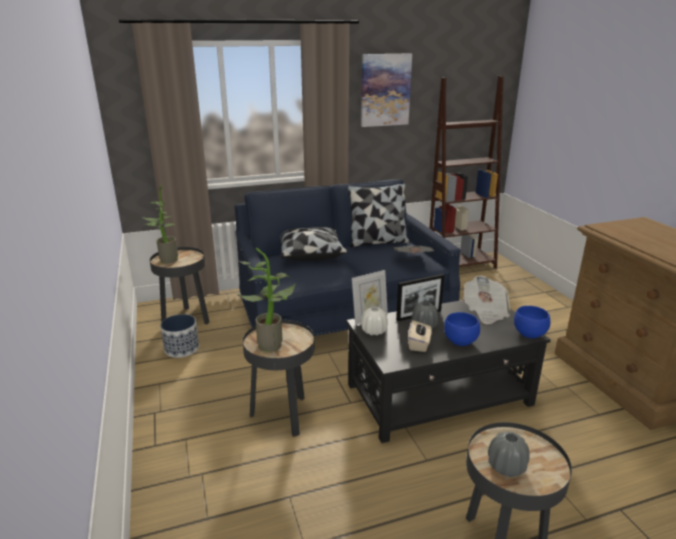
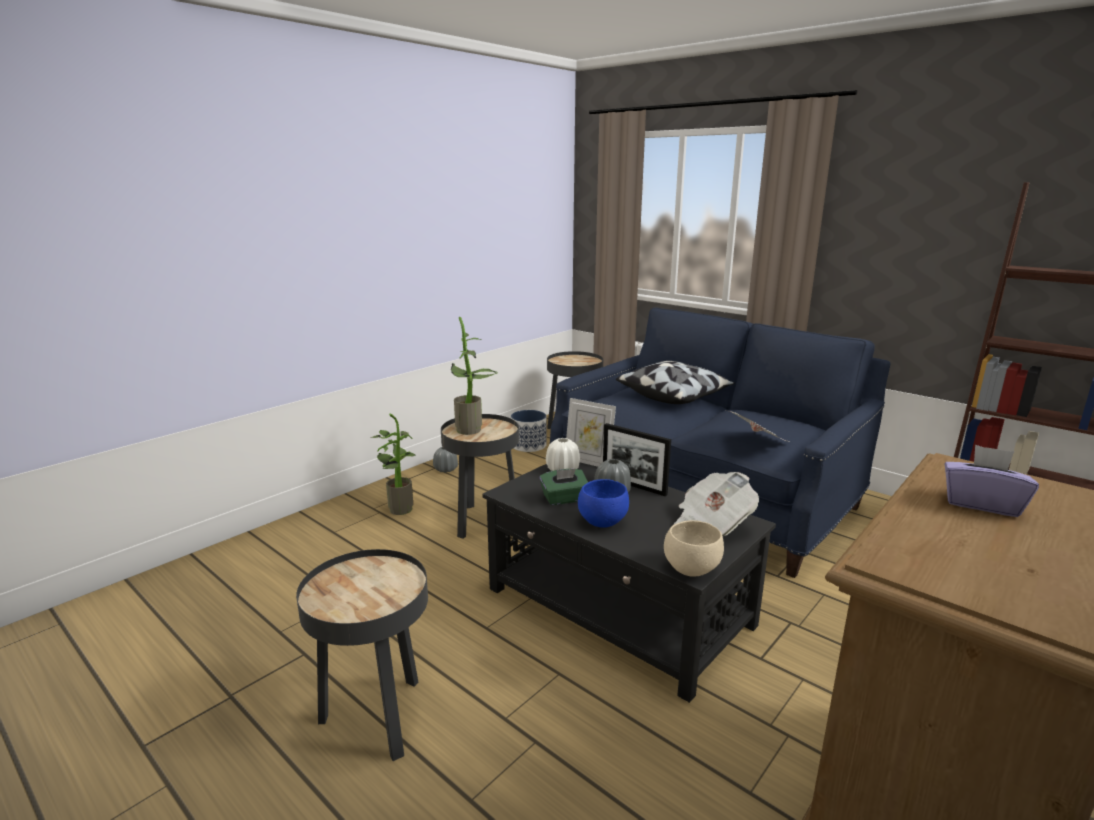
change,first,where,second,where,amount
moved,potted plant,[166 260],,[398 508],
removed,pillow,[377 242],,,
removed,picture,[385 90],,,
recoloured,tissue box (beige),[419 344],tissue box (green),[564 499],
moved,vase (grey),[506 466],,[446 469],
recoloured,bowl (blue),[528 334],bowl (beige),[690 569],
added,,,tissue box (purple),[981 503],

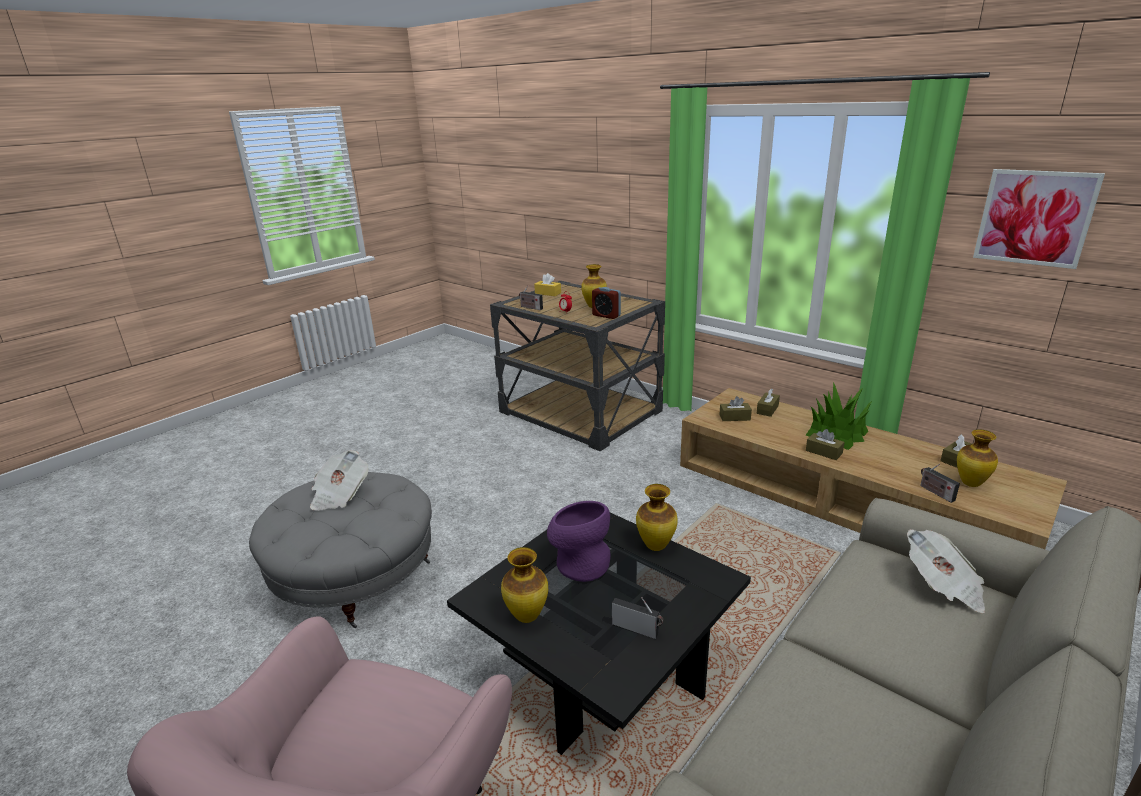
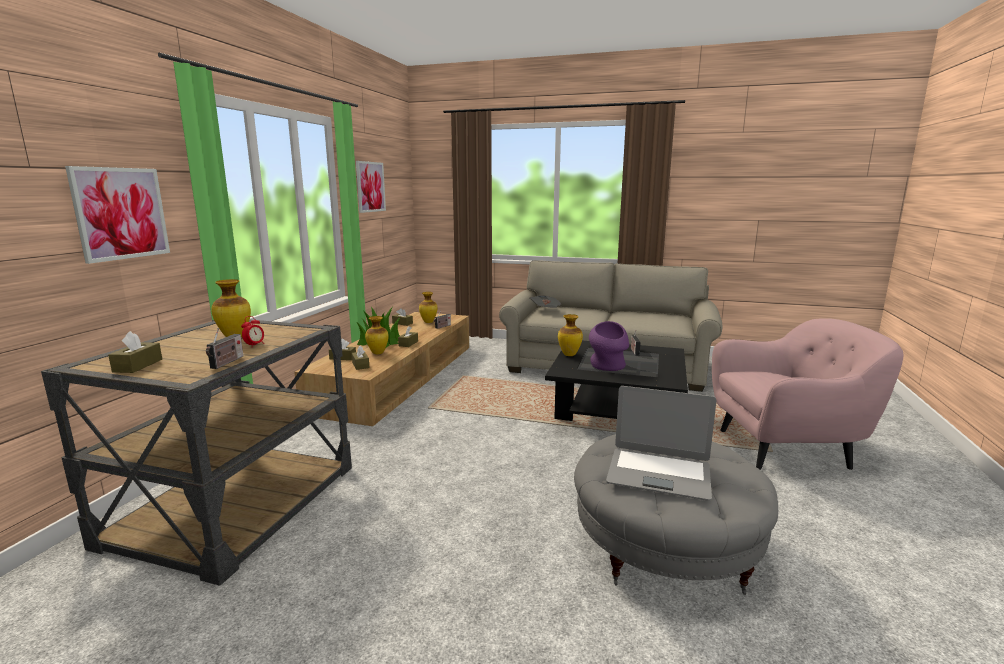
change,first,where,second,where,amount
replaced,newspaper,[340 495],laptop,[659 474],
moved,vase,[526 617],,[378 353],
recoloured,tissue box (yellow),[548 293],tissue box (brown),[138 365],
removed,alarm clock,[606 315],,,
added,,,picture,[121 213],

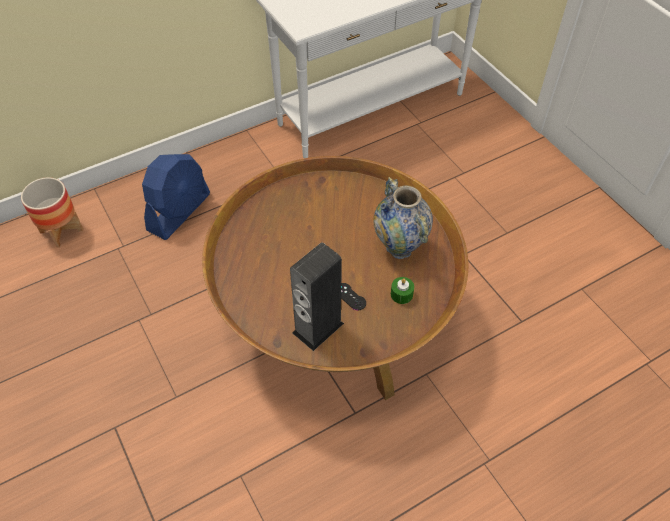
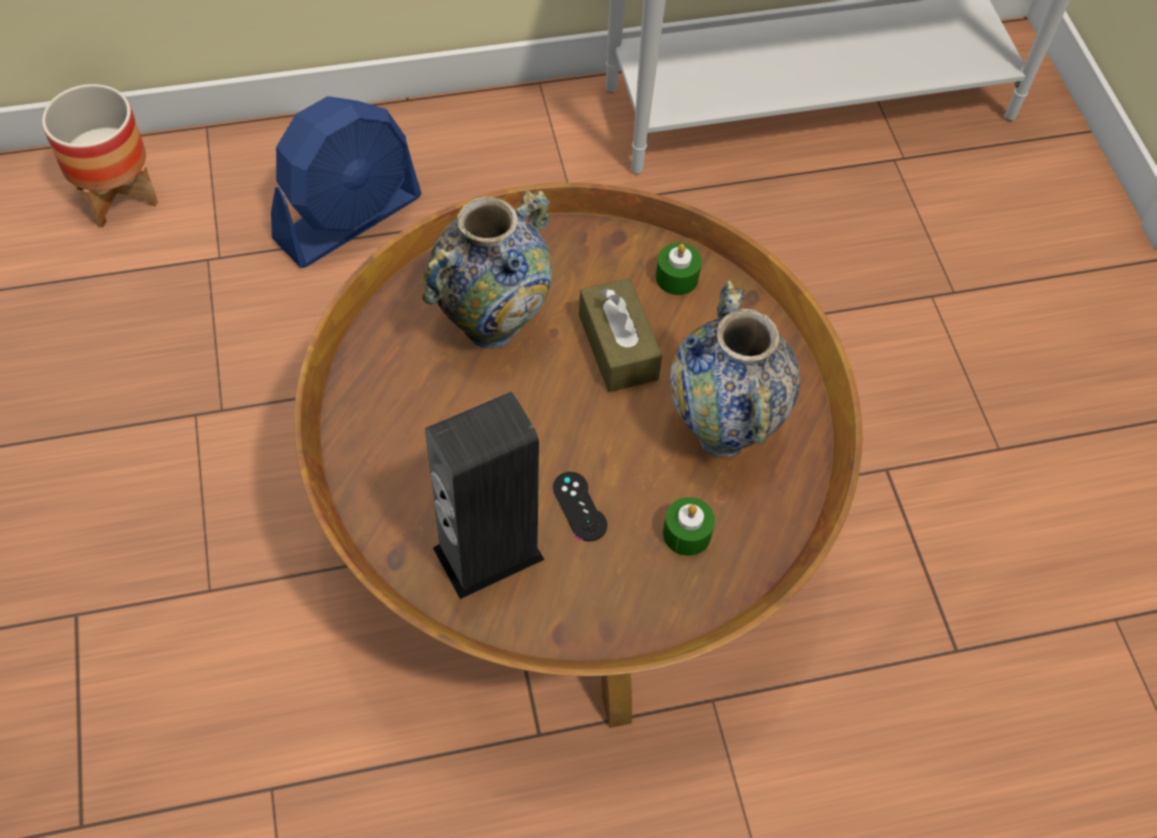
change,first,where,second,where,amount
added,,,vase,[492 325],
added,,,tissue box (brown),[618 347],
added,,,candle (green),[677 277],

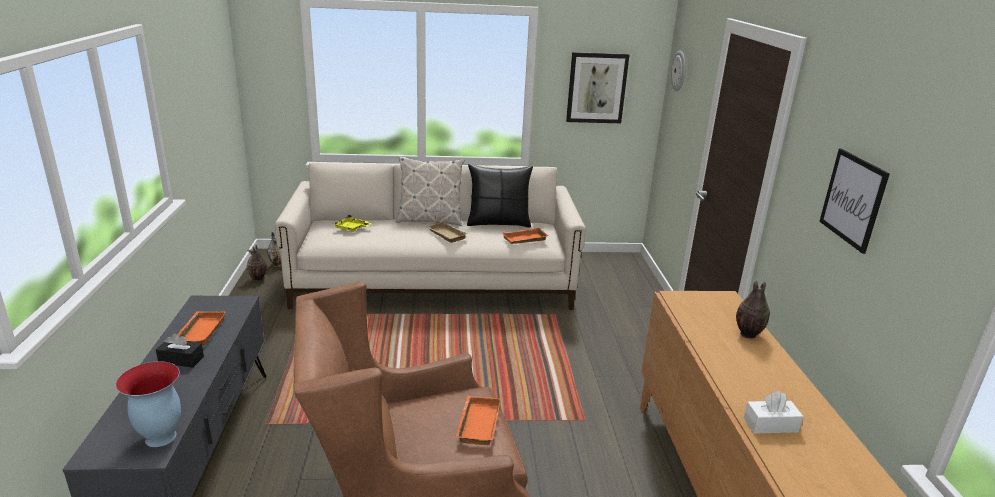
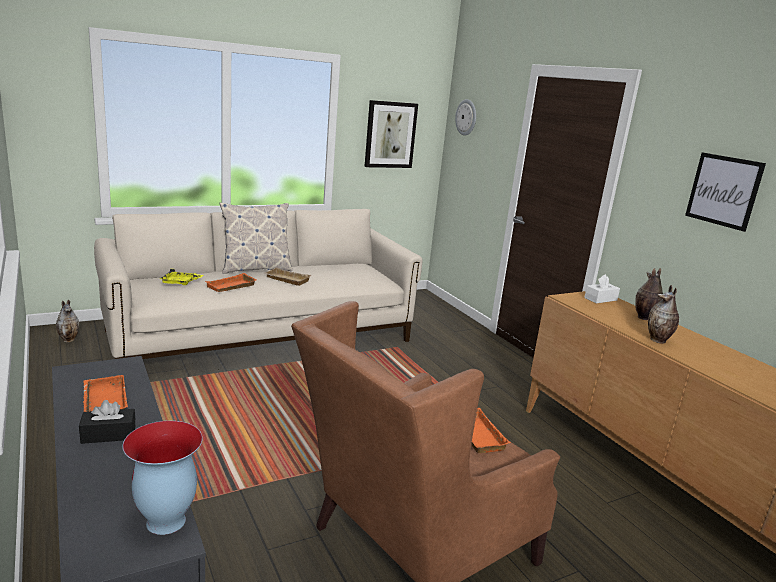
change,first,where,second,where,amount
moved,vase,[258 279],,[658 340],
removed,pillow (black),[498 223],,,
moved,tray (orange),[524 240],,[231 287],
moved,tissue box (white),[770 425],,[600 299],

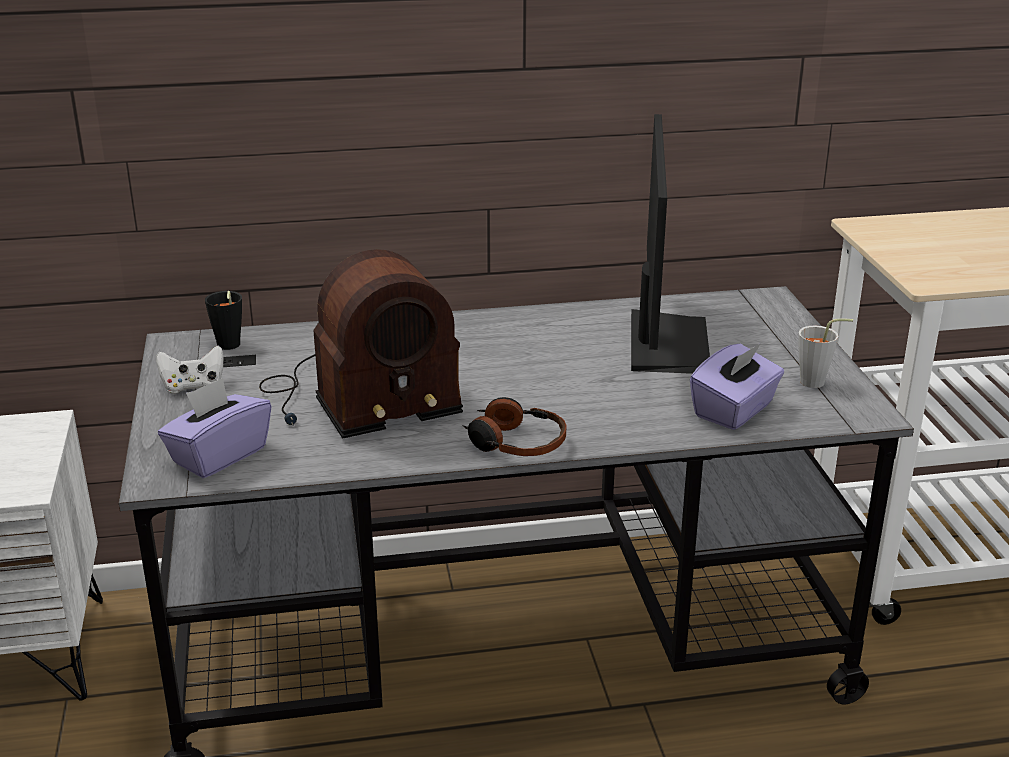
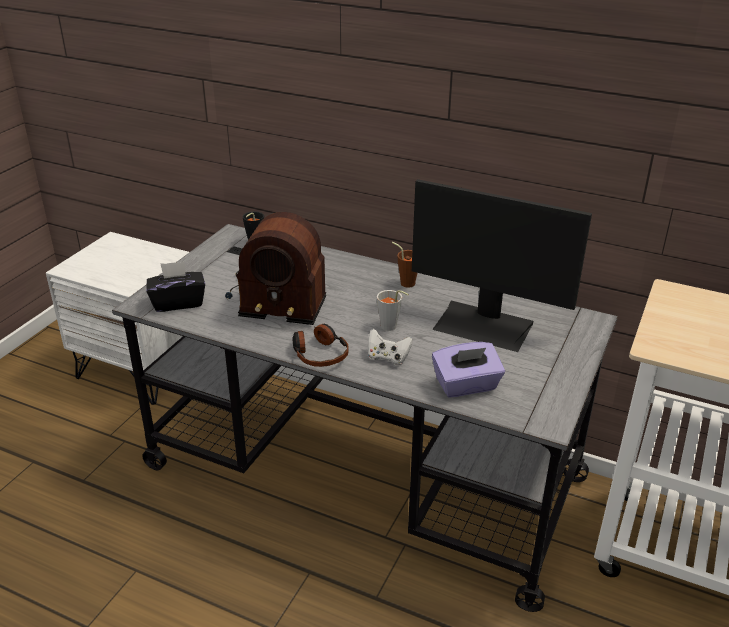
change,first,where,second,where,amount
moved,game controller (white),[193 386],,[388 358],
recoloured,tissue box (purple),[219 455],tissue box (black),[178 302],
turned,monitor,[665 342],,[484 325],75 degrees clockwise
moved,cup (grey),[818 382],,[391 327],
added,,,cup (brown),[405 282],

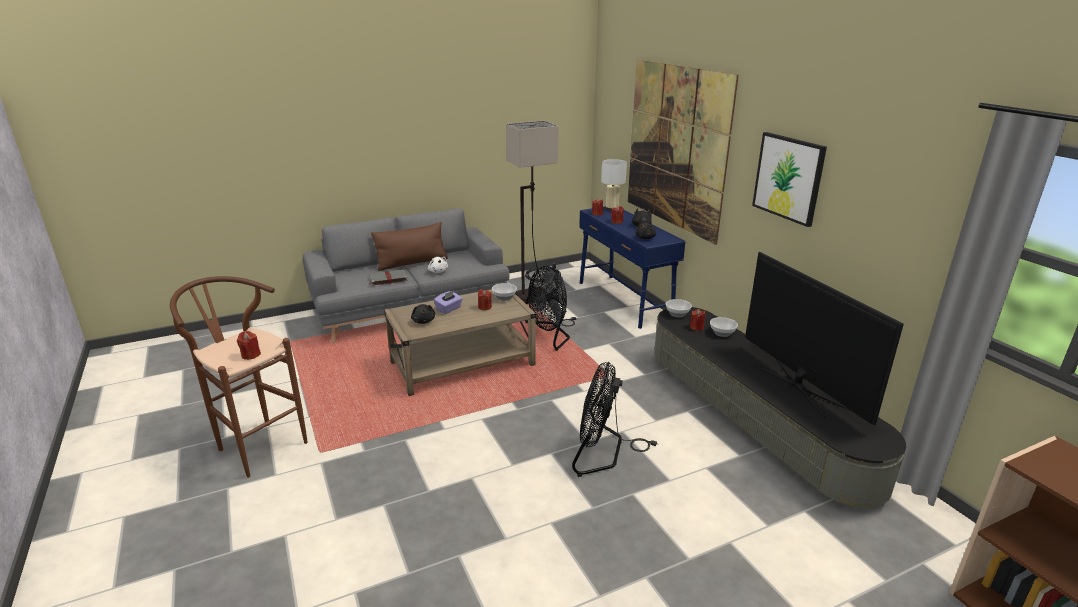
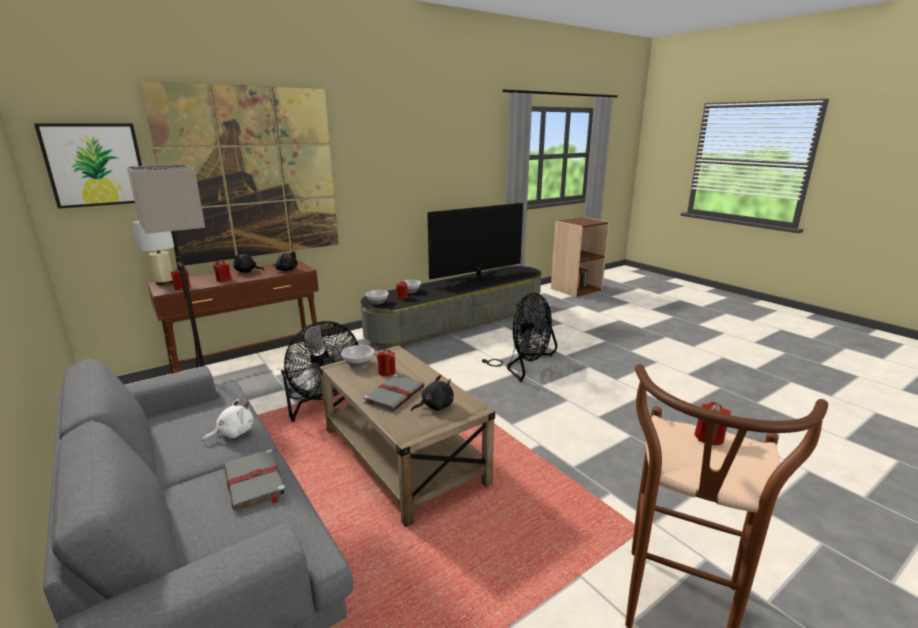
change,first,where,second,where,amount
removed,pillow (brown),[412 263],,,
replaced,tissue box (purple),[449 309],book (grey),[395 394],
turned,fan (black),[605 448],,[523 365],60 degrees counterclockwise
recoloured,console table (blue),[623 301],console table (brown),[250 366],
moved,picture,[788 178],,[95 165],

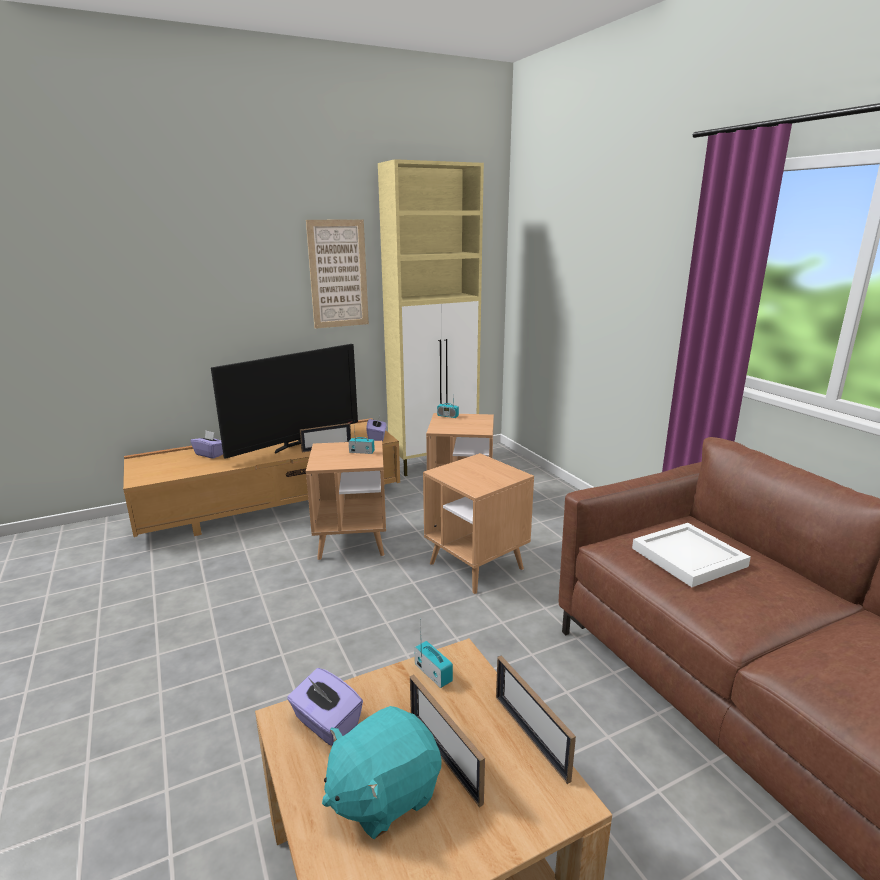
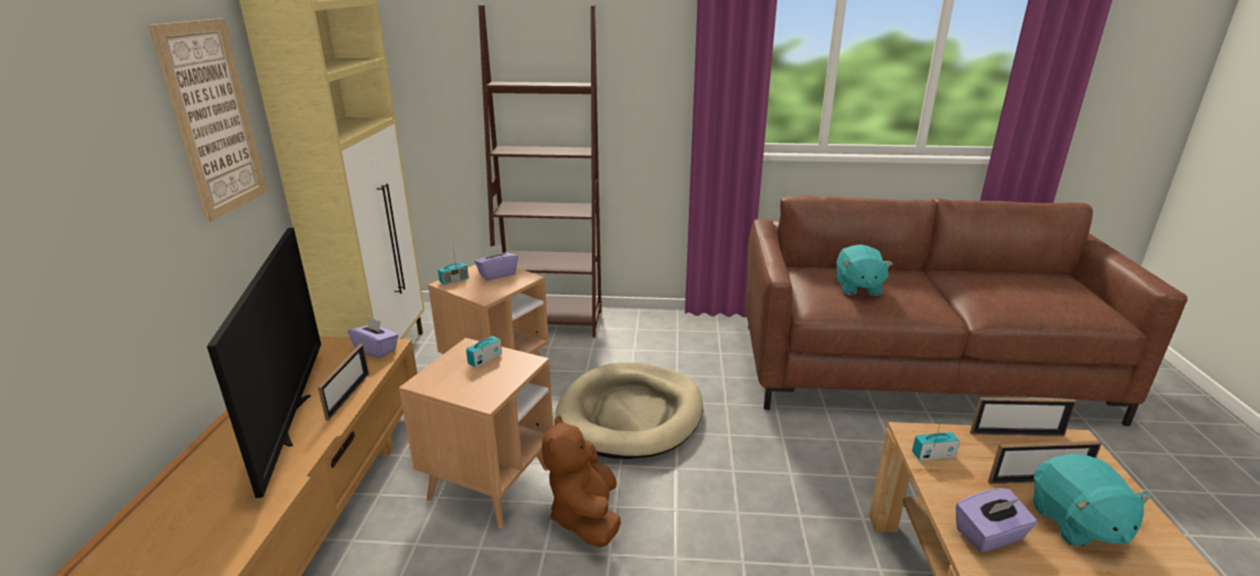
change,first,where,second,where,amount
moved,tissue box (purple),[210 454],,[497 274],
replaced,side table (brown),[476 566],dog bed (beige),[631 414],
replaced,tray (white),[690 557],plush toy (turquoise),[857 287],
added,,,bookcase (brown),[550 321],
added,,,plush toy (brown),[585 516],

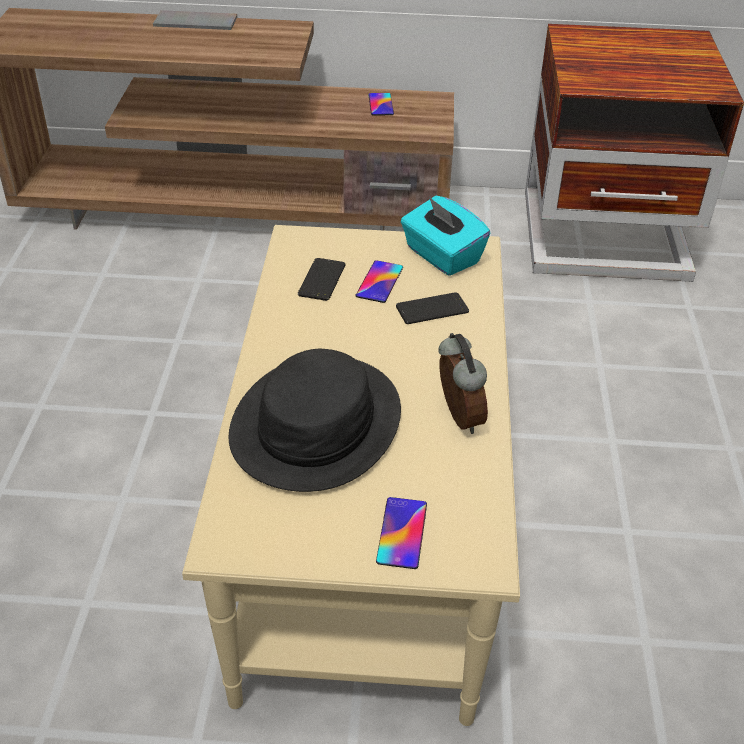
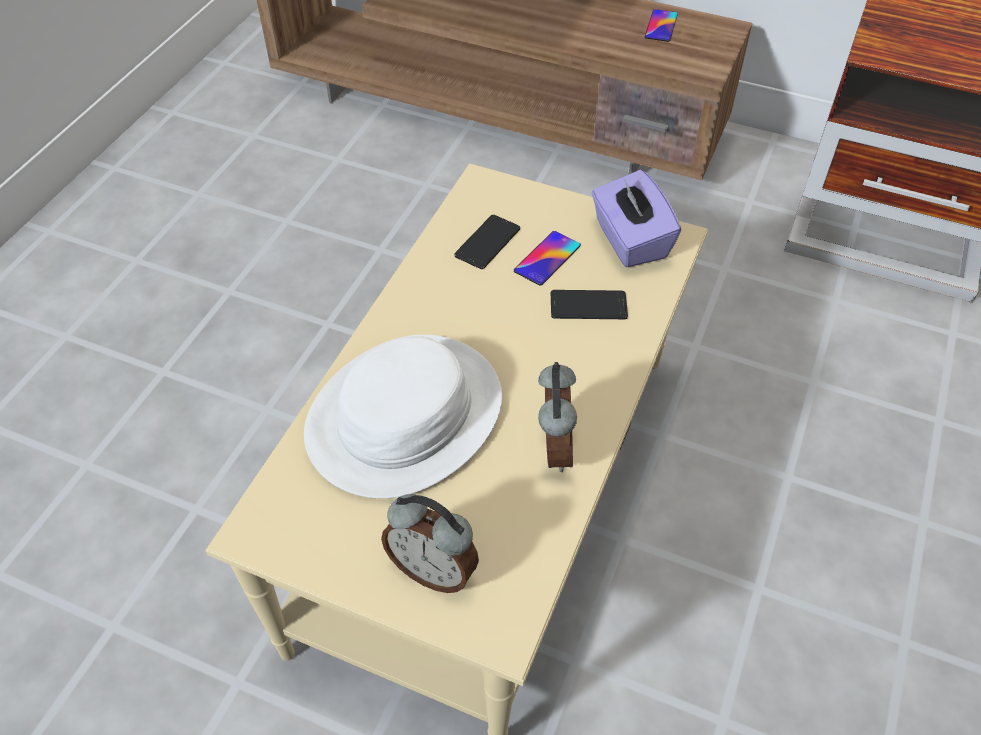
change,first,where,second,where,amount
recoloured,hat (black),[317 424],hat (white),[405 416],
replaced,phone,[402 533],alarm clock,[433 570],
recoloured,tissue box (turquoise),[441 256],tissue box (purple),[629 240],

